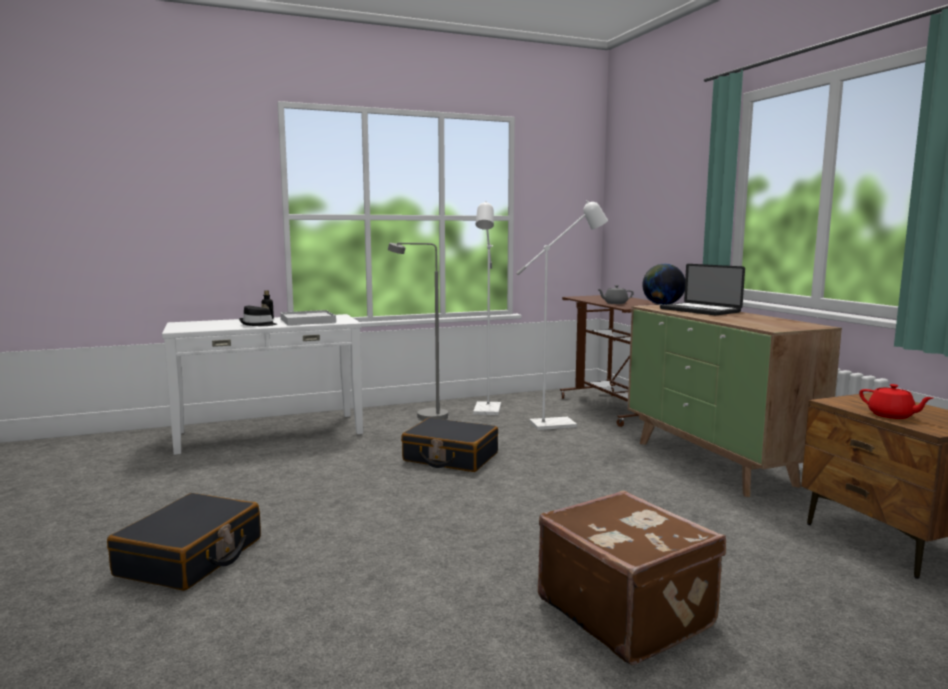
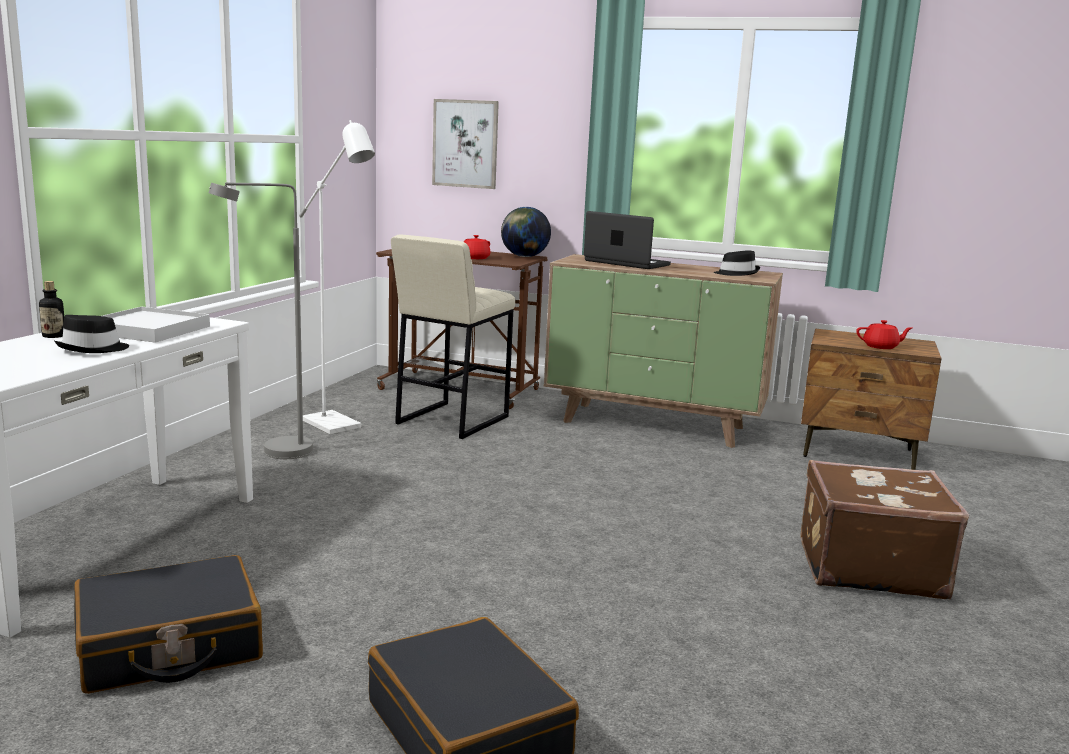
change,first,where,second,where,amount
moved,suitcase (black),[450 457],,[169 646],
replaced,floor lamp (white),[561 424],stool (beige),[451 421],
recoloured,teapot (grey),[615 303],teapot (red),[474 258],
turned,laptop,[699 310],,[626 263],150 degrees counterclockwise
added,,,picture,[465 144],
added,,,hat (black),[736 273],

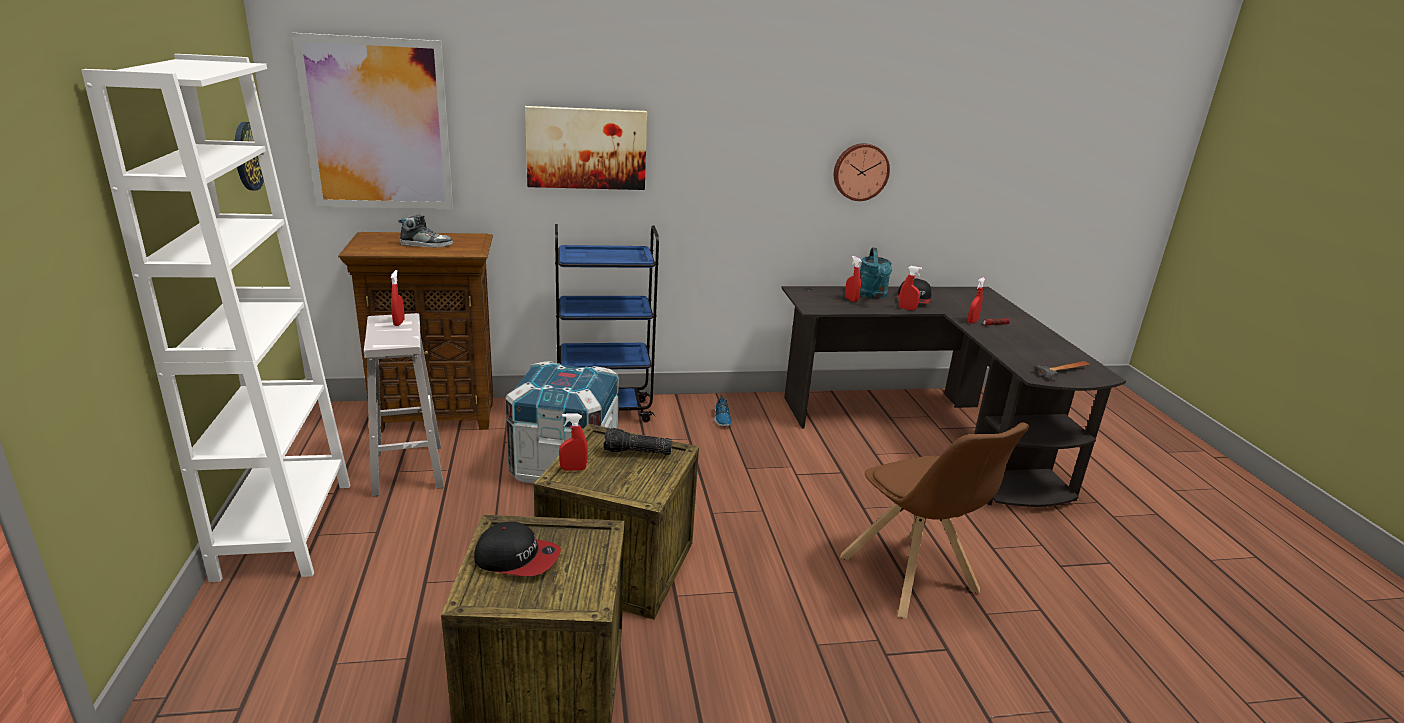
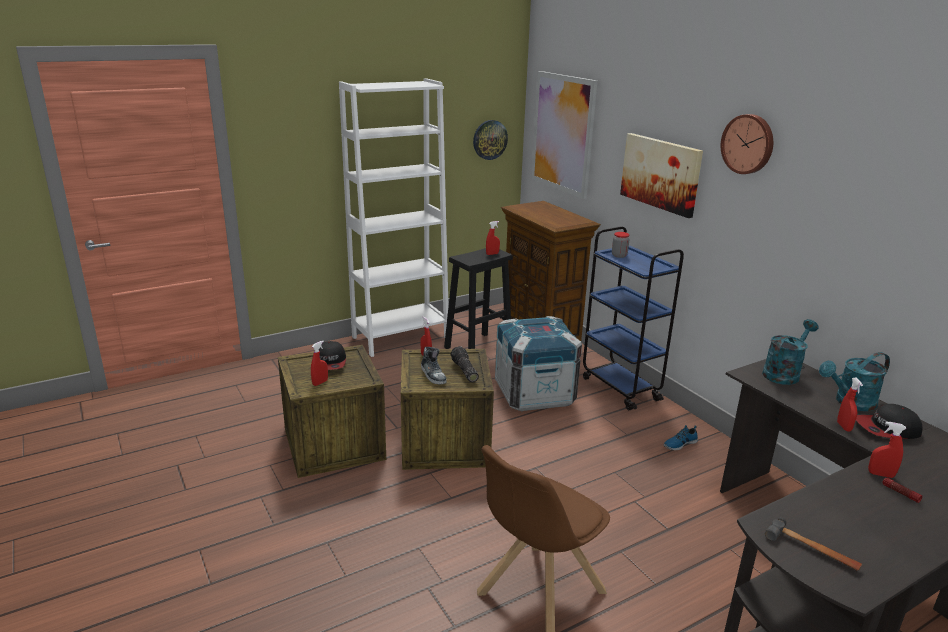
change,first,where,second,where,amount
recoloured,stool (white),[408 470],stool (black),[477 348],
moved,shoe,[426 244],,[433 375],
moved,wall clock,[860 171],,[748 144],
moved,spray bottle (red),[851 299],,[320 383],
added,,,jar,[619 255],
added,,,watering can (turquoise),[784 373],

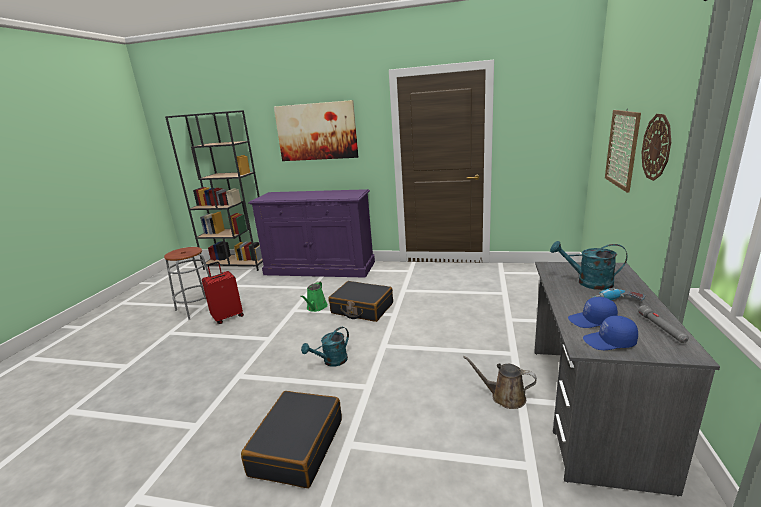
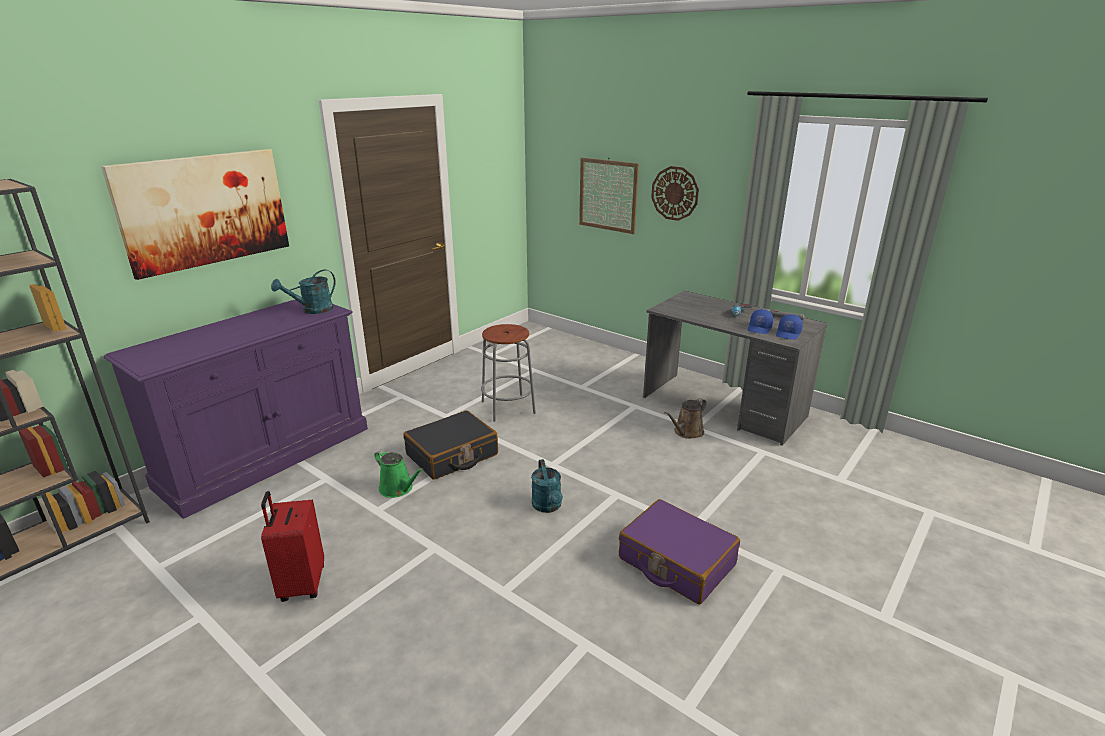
change,first,where,second,where,amount
moved,stool (grey),[197 308],,[508 407],
recoloured,suitcase (black),[297 446],suitcase (purple),[676 562],
moved,watering can (turquoise),[588 282],,[312 310],

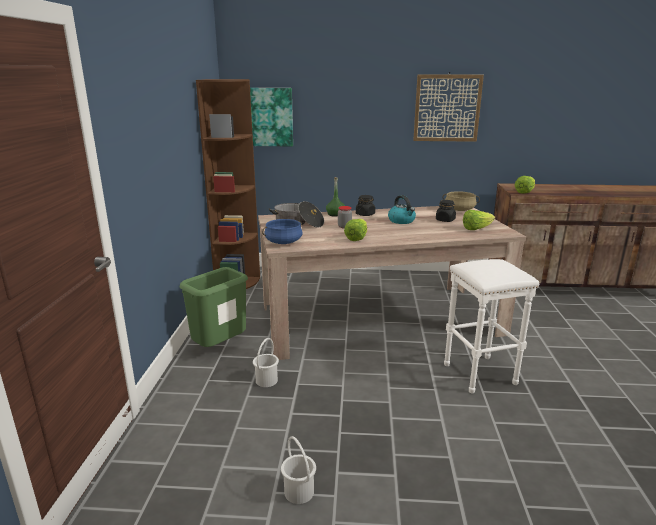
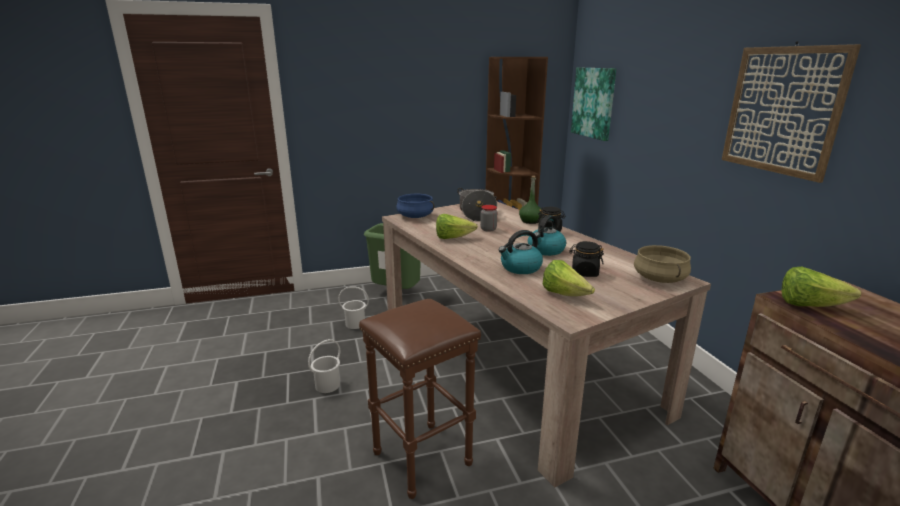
change,first,where,second,where,amount
moved,bucket (white),[298 492],,[327 385],
recoloured,stool (white),[479 374],stool (brown),[420 457],
added,,,kettle,[520 268],

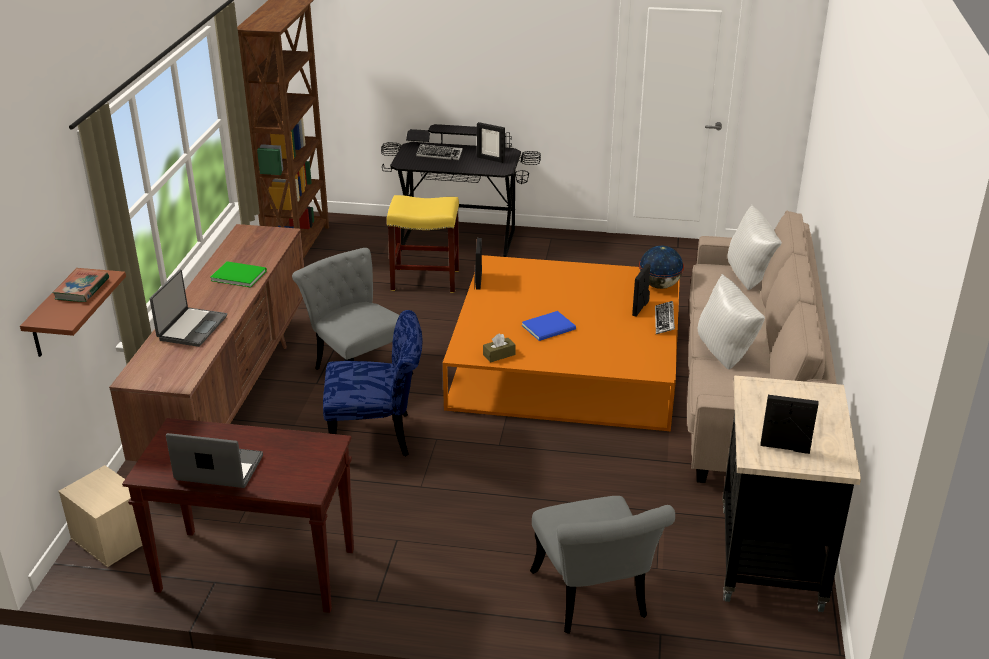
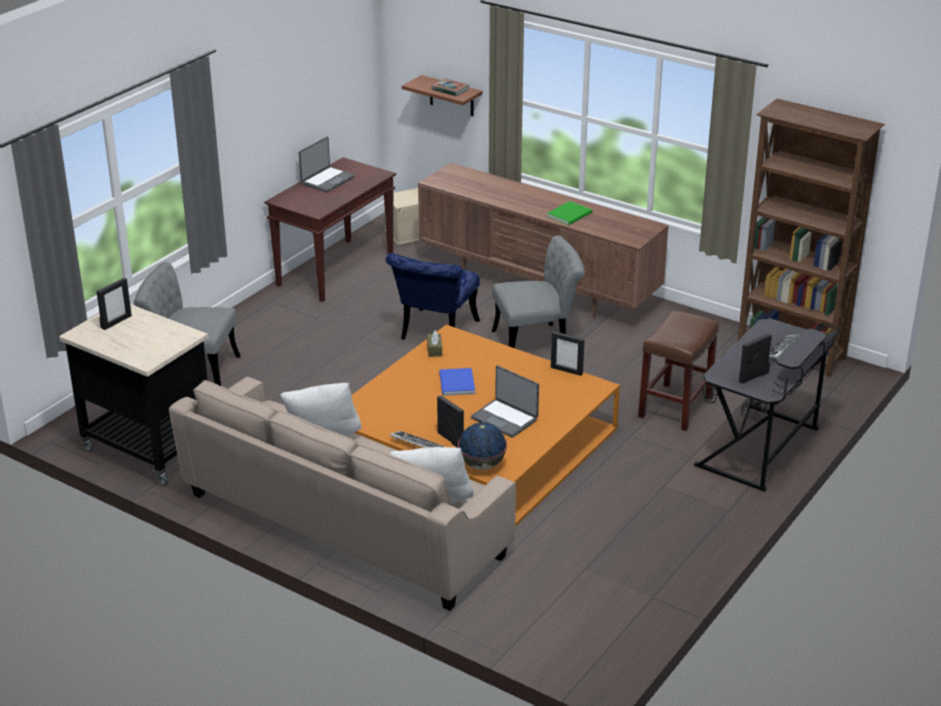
change,first,where,second,where,amount
moved,laptop,[191 328],,[505 418],
recoloured,stool (yellow),[424 280],stool (brown),[675 406],

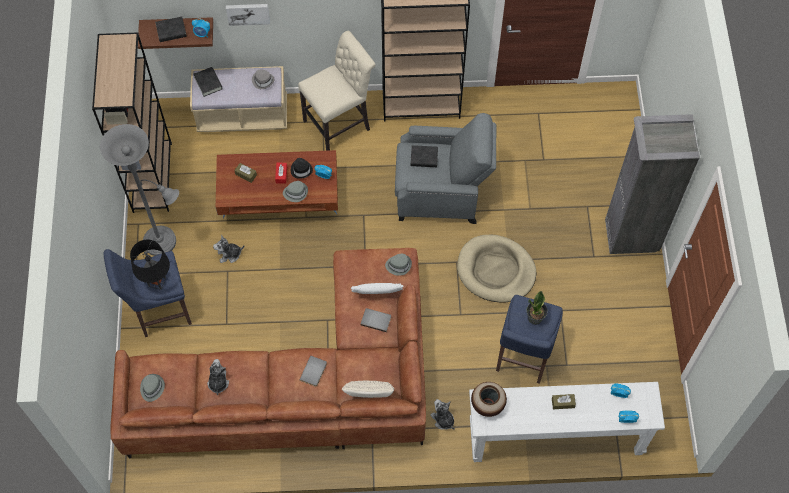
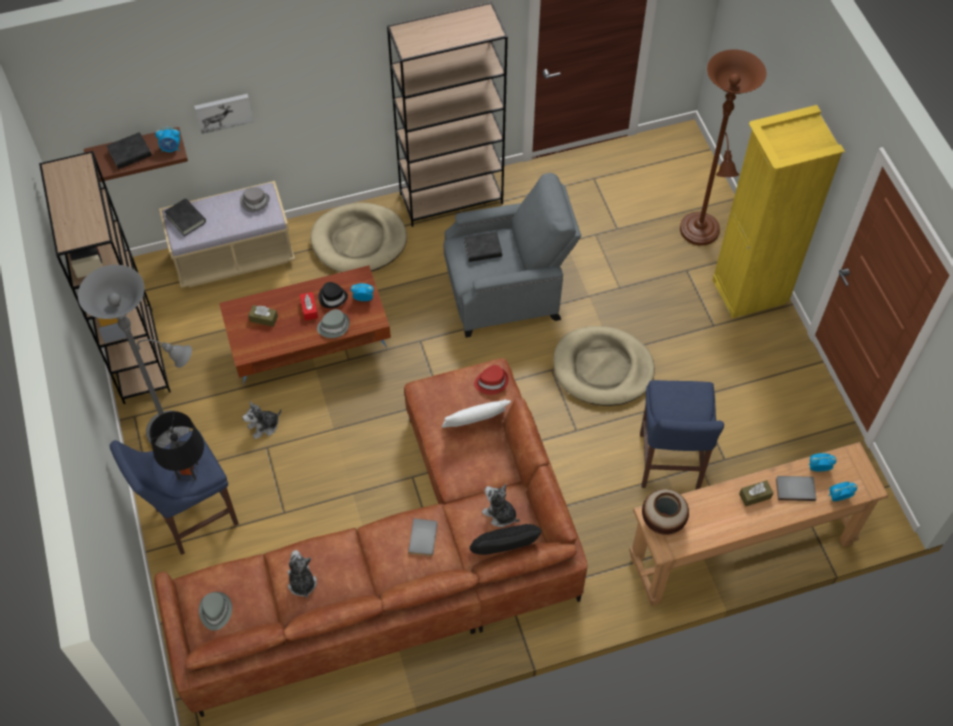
change,first,where,second,where,amount
replaced,stool (beige),[340 124],dog bed (beige),[359 241],
recoloured,pillow (beige),[368 397],pillow (black),[504 552],
moved,book (grey),[376 319],,[795 488],
recoloured,hat (grey),[398 265],hat (red),[491 381],
moved,plush toy,[443 419],,[500 514],
recoloured,console table (white),[556 437],console table (brown),[741 549],
removed,potted plant,[535 318],,,
recoloured,cabinet (grey),[631 236],cabinet (yellow),[749 292],
added,,,floor lamp (brown),[700 234],

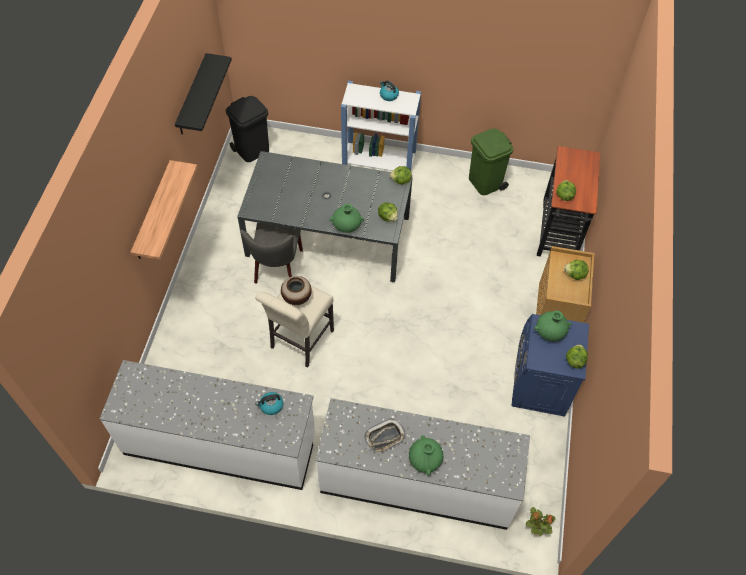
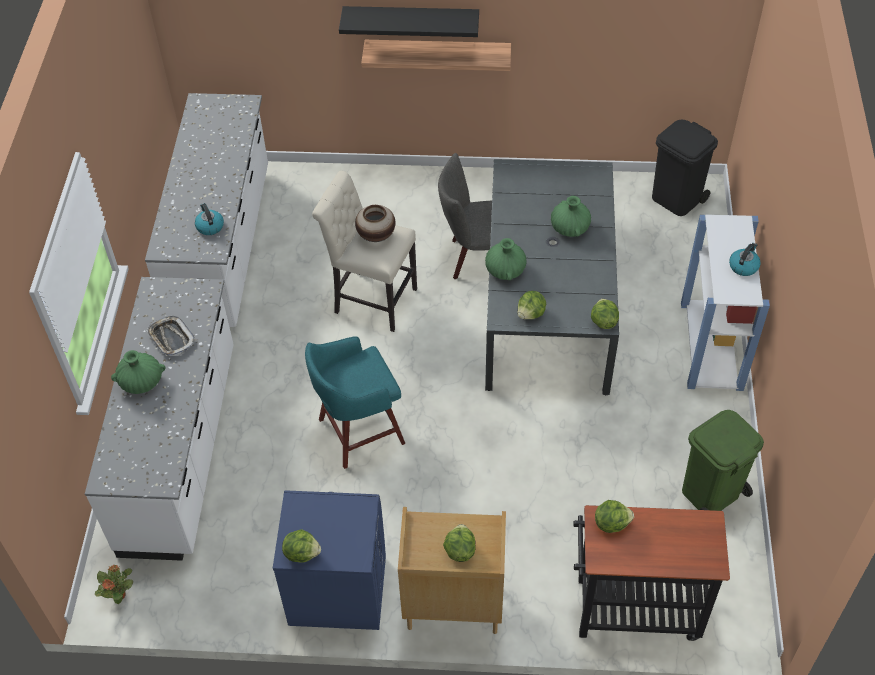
change,first,where,second,where,amount
moved,shelf (black),[192 96],,[411 20],
moved,vase (green),[550 331],,[570 228],
added,,,stool (turquoise),[358 432],

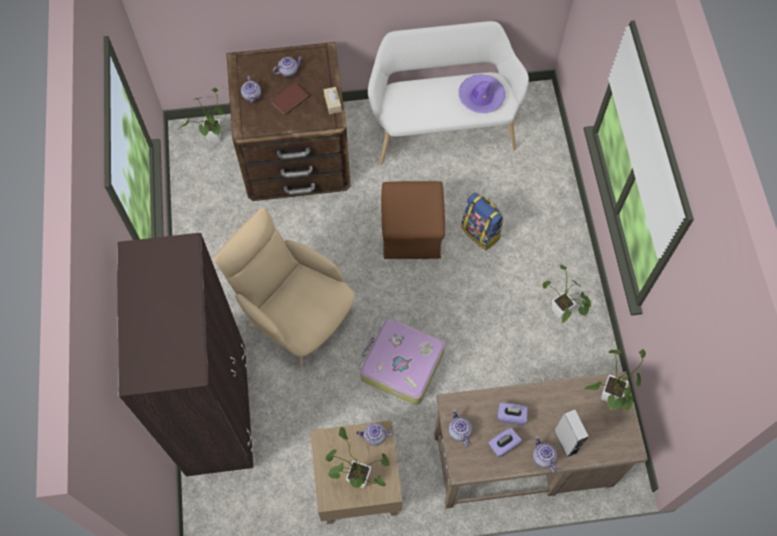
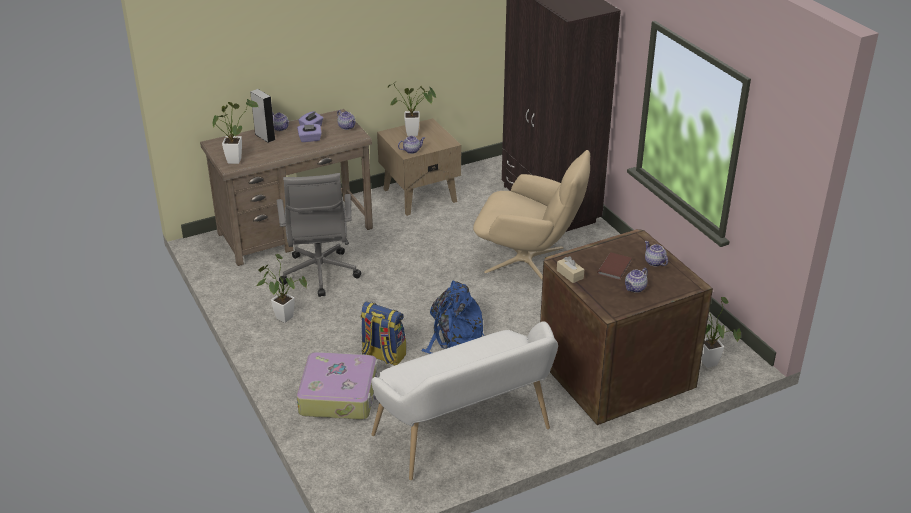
change,first,where,second,where,amount
moved,suitcase,[401 365],,[340 395],
replaced,ottoman (brown),[411 234],backpack (blue),[453 337],
removed,hat (purple),[481 97],,,
added,,,office chair (grey),[320 275],

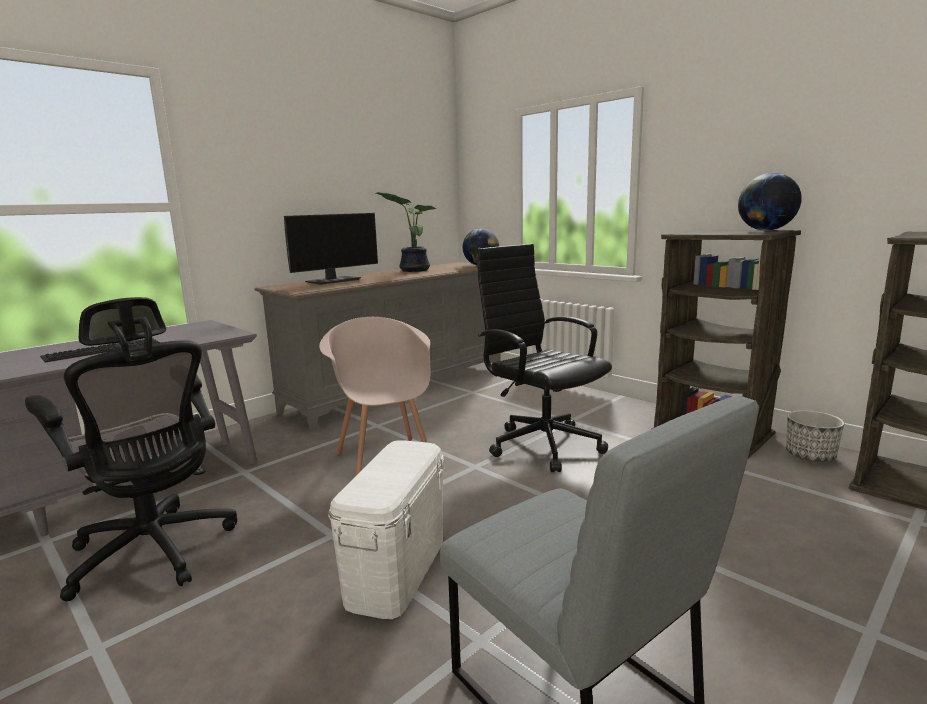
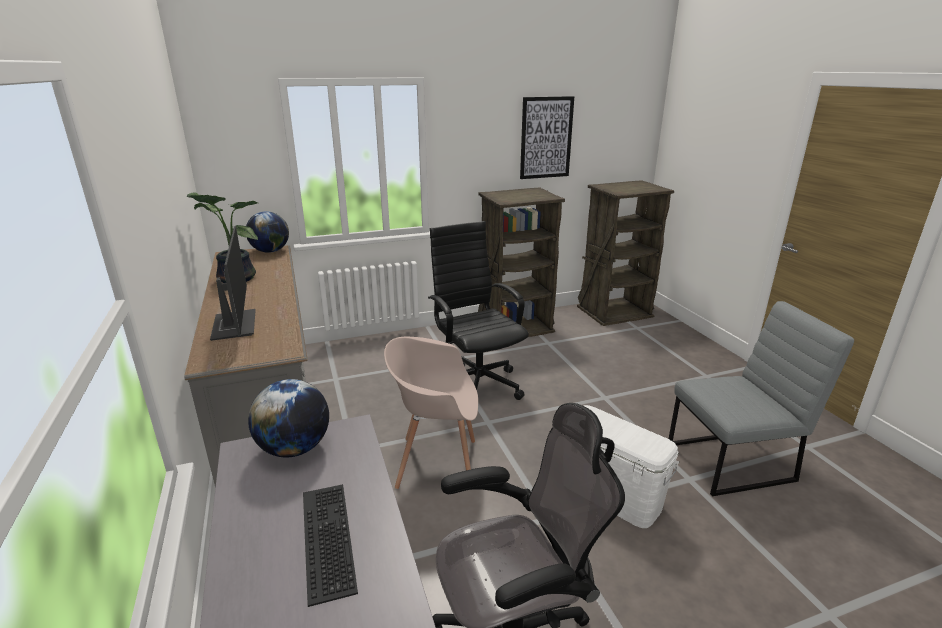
change,first,where,second,where,amount
turned,office chair (black),[541 444],,[476 384],75 degrees clockwise
moved,globe,[766 230],,[295 448],
removed,planter,[810 456],,,
added,,,picture,[546 138],

